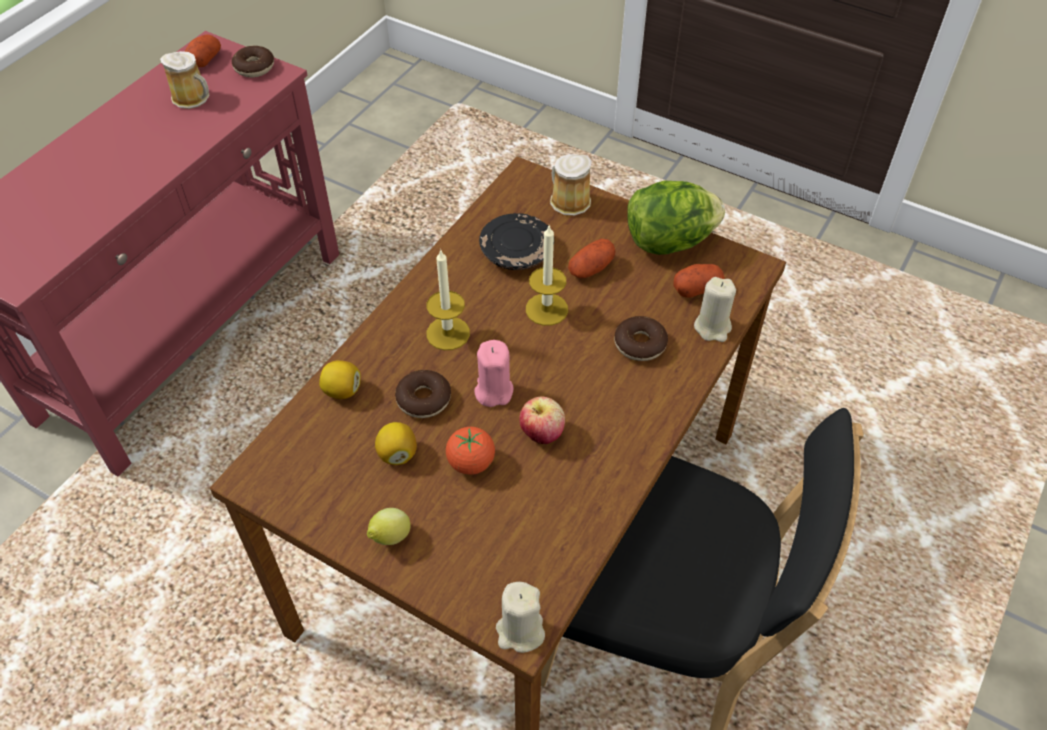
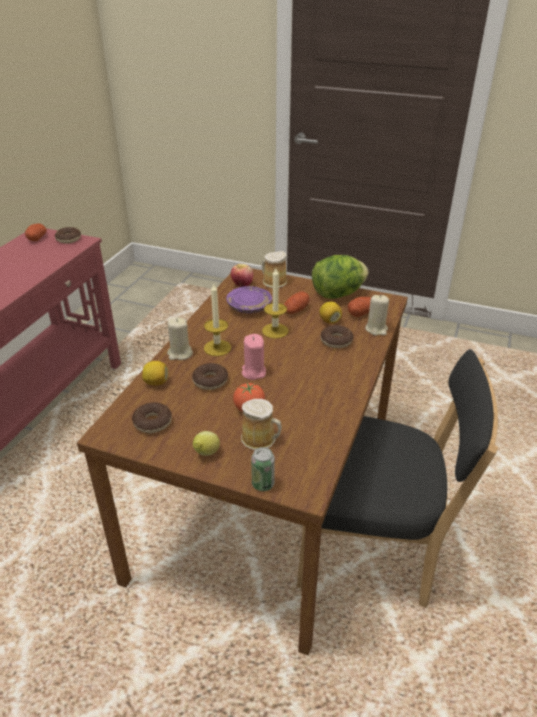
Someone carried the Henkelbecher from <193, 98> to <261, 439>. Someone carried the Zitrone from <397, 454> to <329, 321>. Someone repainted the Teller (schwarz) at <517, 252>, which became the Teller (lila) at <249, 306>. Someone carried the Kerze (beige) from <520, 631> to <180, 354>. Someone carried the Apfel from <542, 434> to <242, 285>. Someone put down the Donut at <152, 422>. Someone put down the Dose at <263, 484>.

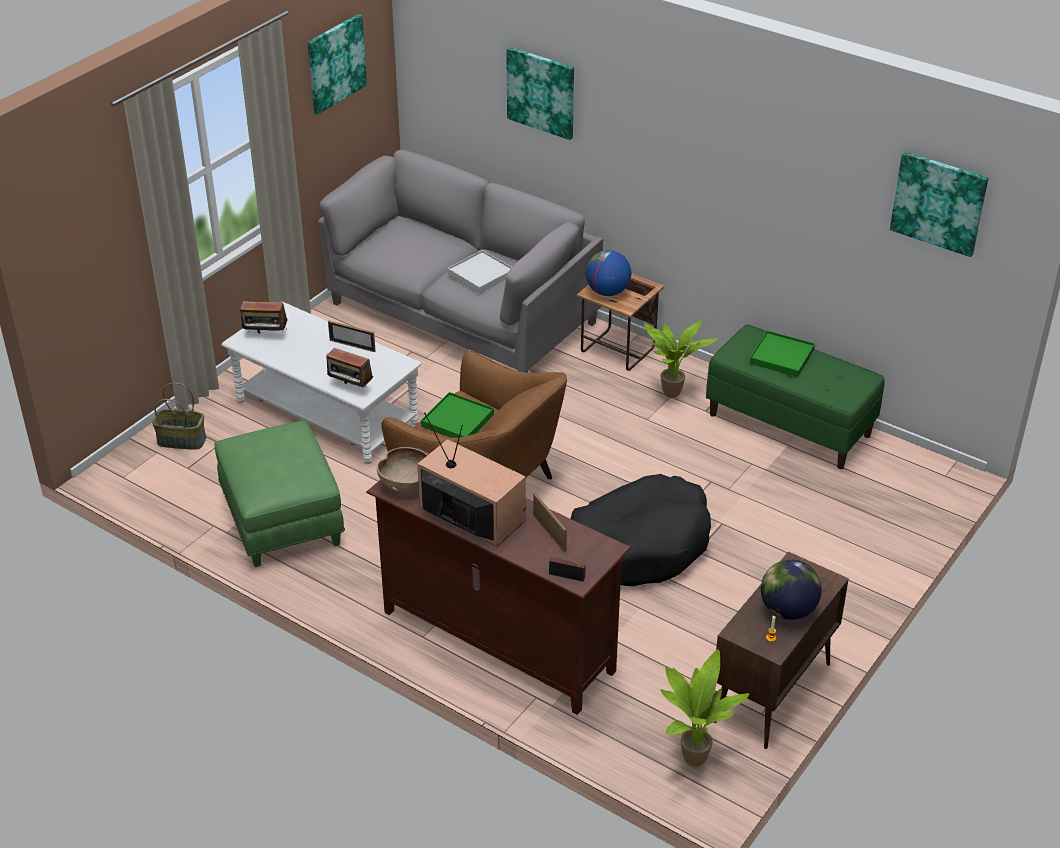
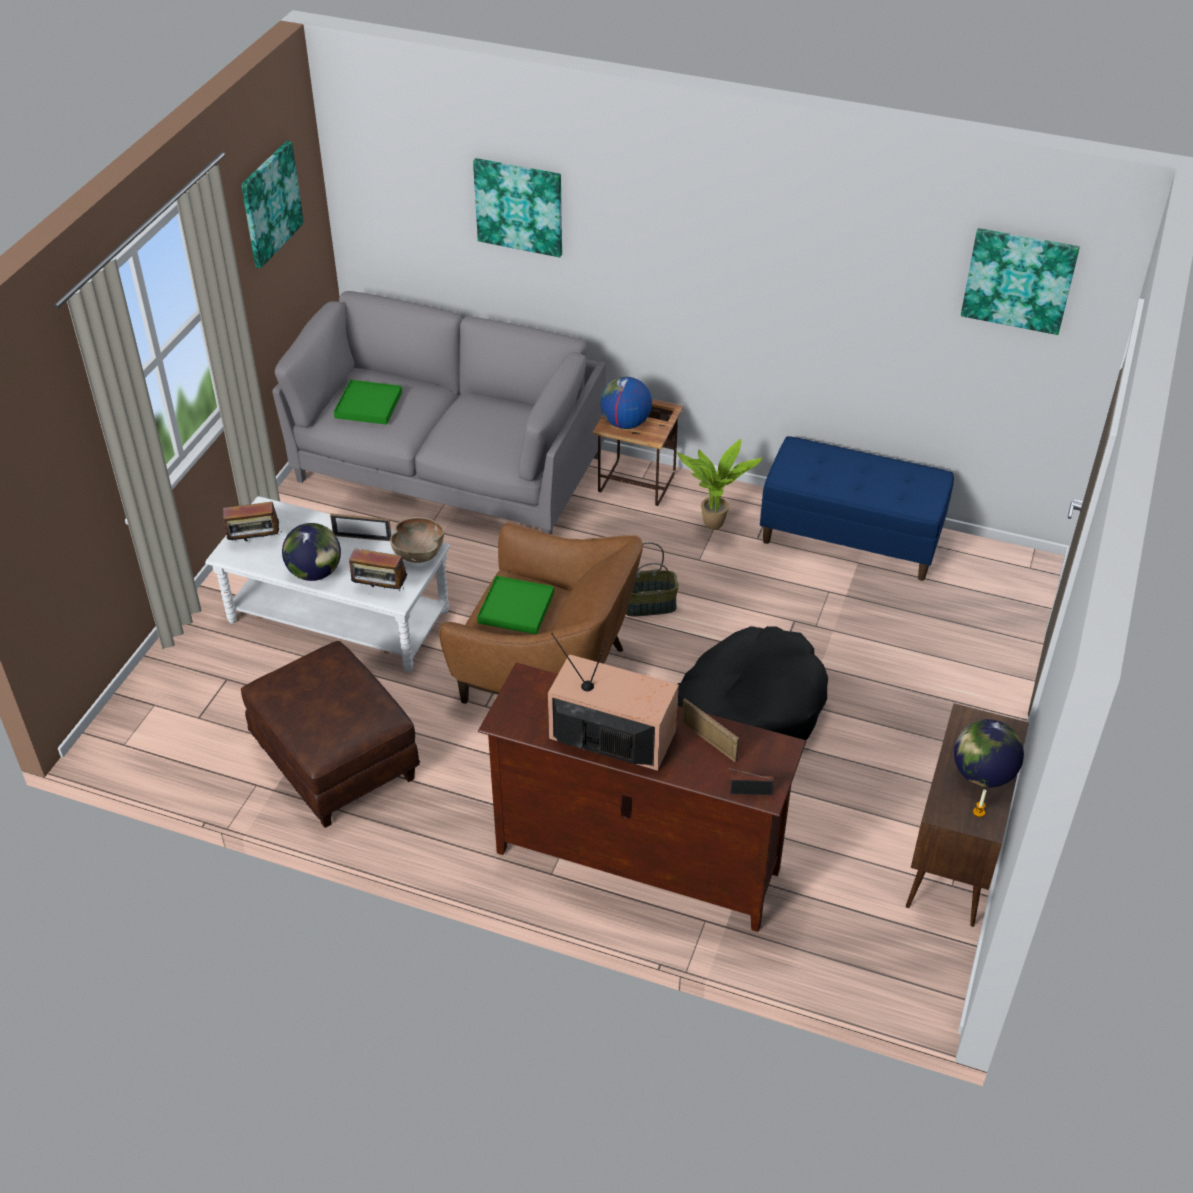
Someone carried the Korb from <182, 440> to <649, 604>. Someone repainted the Polsterhocker (grün) at <281, 519>, which became the Polsterhocker (braun) at <334, 761>. Someone carried the Schüssel (braun) from <405, 483> to <418, 553>. Someone took away the Tablett (weiß) at <480, 274>. Someone took away the Topfpflanze at <691, 757>. Someone repainted the Bank (grün) at <790, 425>, which became the Bank (blau) at <851, 538>. Someone carried the Tablett (grün) from <781, 356> to <368, 405>. Someone put down the Globus at <315, 573>.

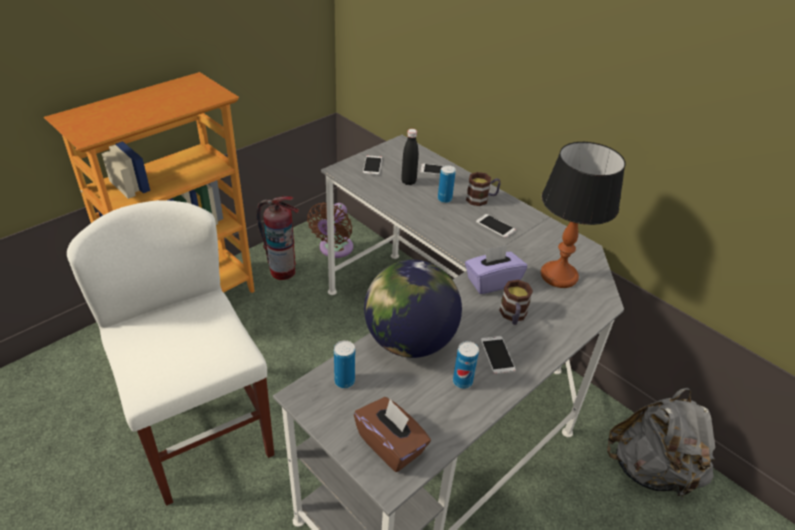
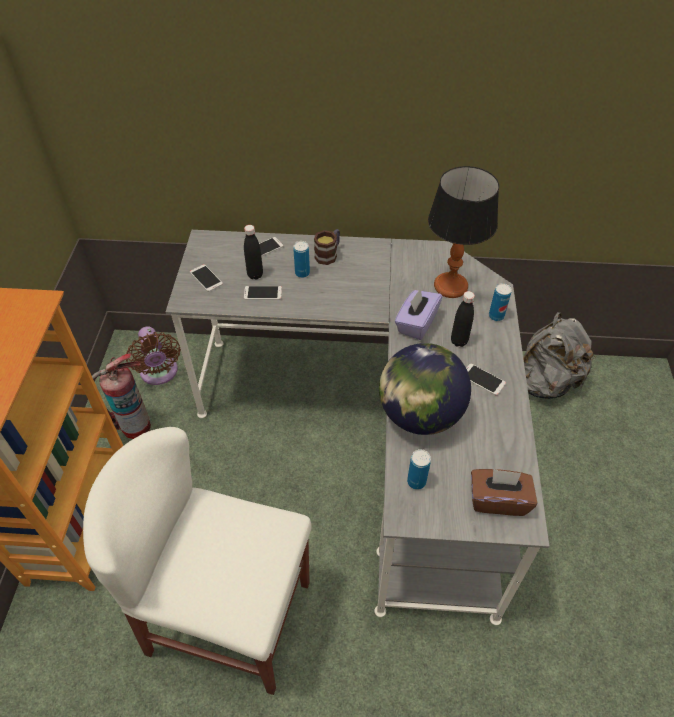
Someone carried the Dose from <462, 381> to <496, 316>. Someone carried the Handy from <495, 226> to <263, 293>. Someone swapped the Henkelbecher at <513, 316> for the Flasche (schwarz) at <459, 341>.

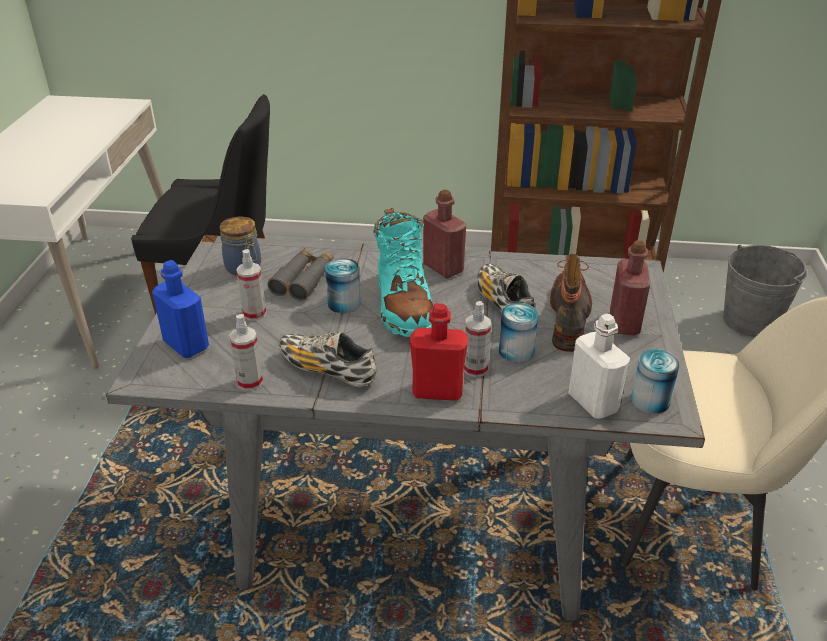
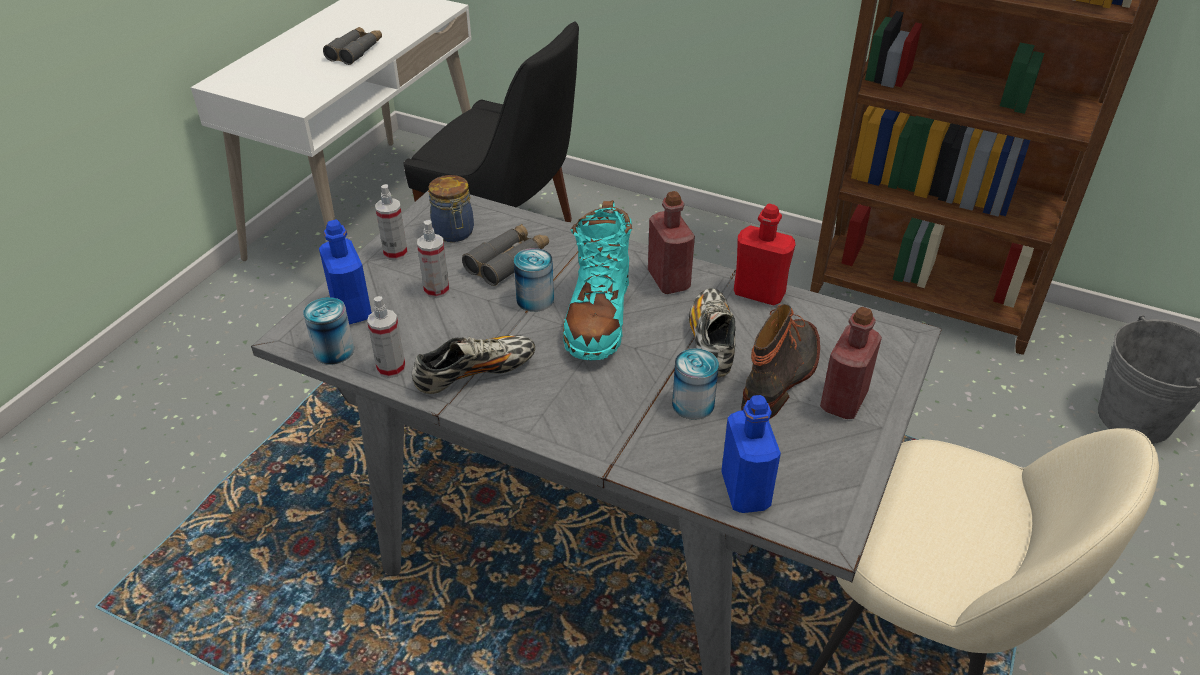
Someone rotated the Schuh at <327, 370> by 105 degrees clockwise. Someone carried the Flasche (rot) from <437, 391> to <759, 293>. Someone carried the Sprühflasche from <475, 369> to <395, 253>. Someone repainted the Flasche (weiß) at <593, 403>, which became the Flasche (blau) at <745, 491>. Someone carried the Dose from <650, 400> to <334, 351>. Someone put down the Fernglas (grau) at <355, 51>.

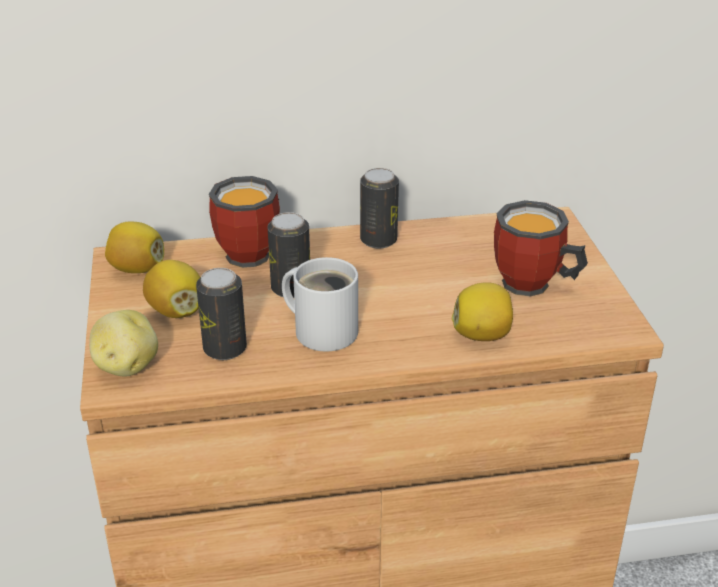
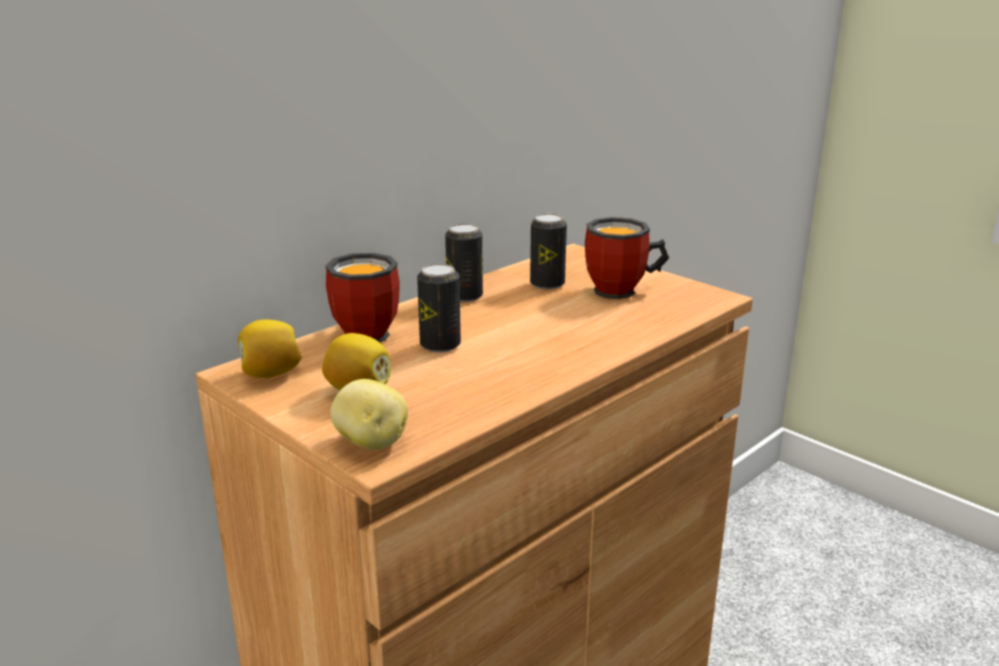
Someone carried the Dose from <225, 349> to <547, 284>. Someone took away the Henkelbecher (weiß) at <323, 329>. Someone took away the Zitrone at <482, 335>.

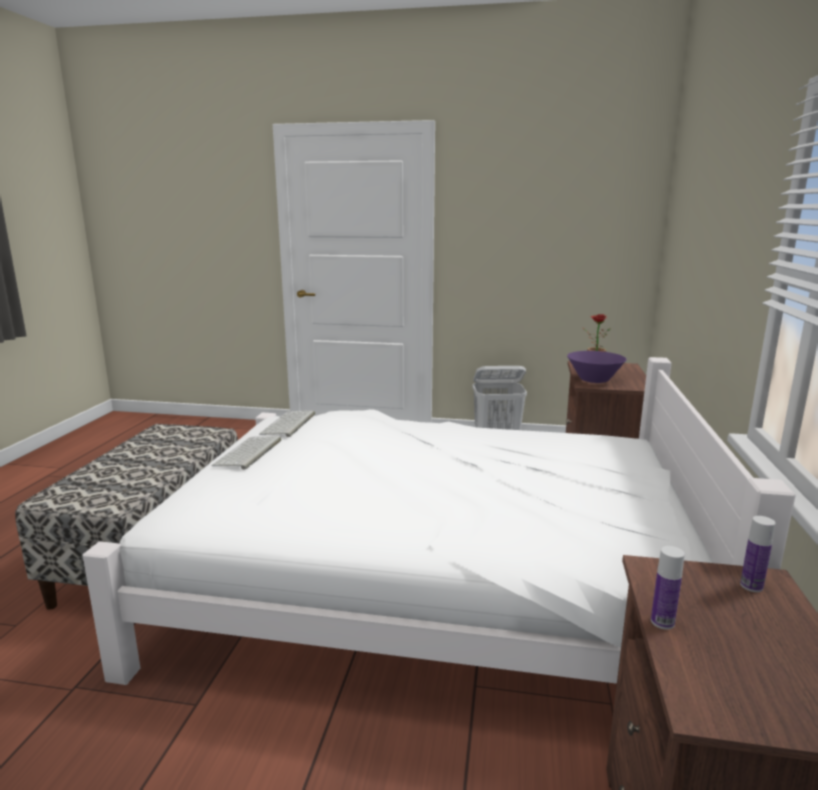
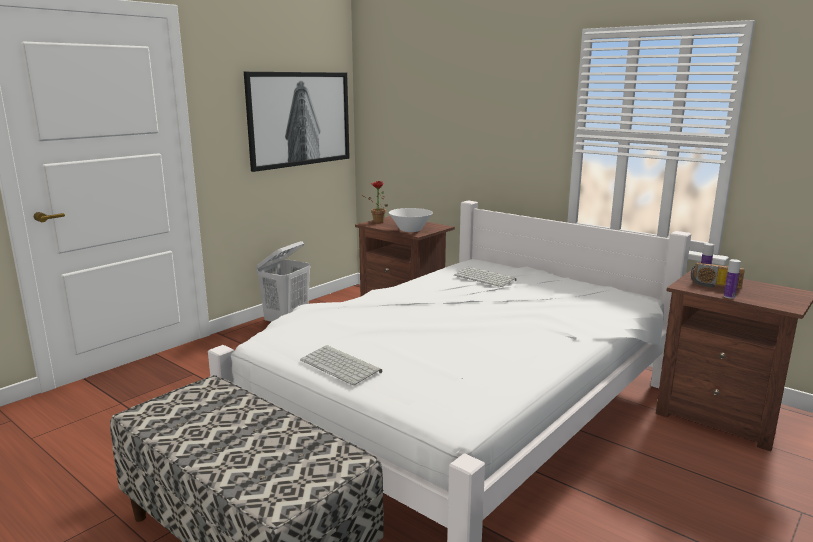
Someone carried the Tastatur from <289, 424> to <485, 278>. Someone repainted the Schüssel (lila) at <594, 380>, which became the Schüssel (weiß) at <410, 230>. Someone put up the Bild at <299, 119>. Someone put down the Radio at <714, 285>.

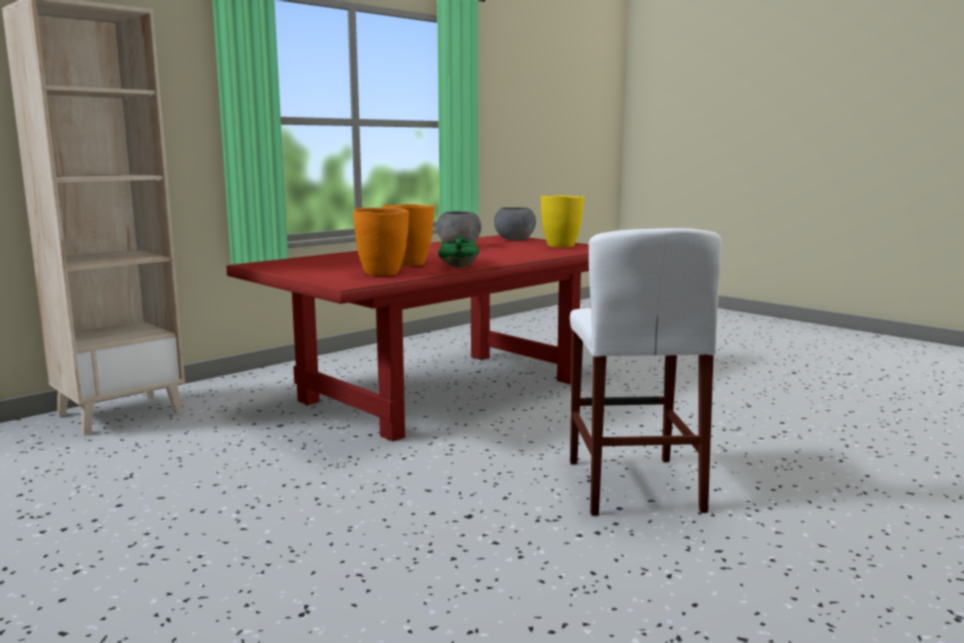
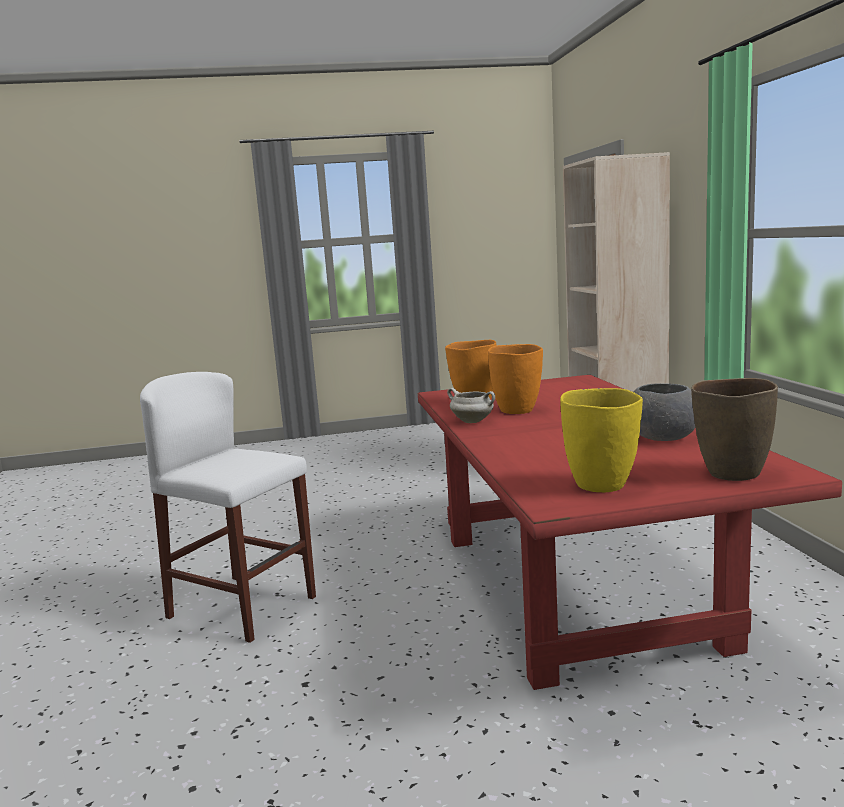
Someone repainted the Kochtopf (grün) at <458, 267>, which became the Kochtopf (weiß) at <473, 421>. Someone swapped the Schüssel (grau) at <514, 239> for the Vase (braun) at <732, 474>.

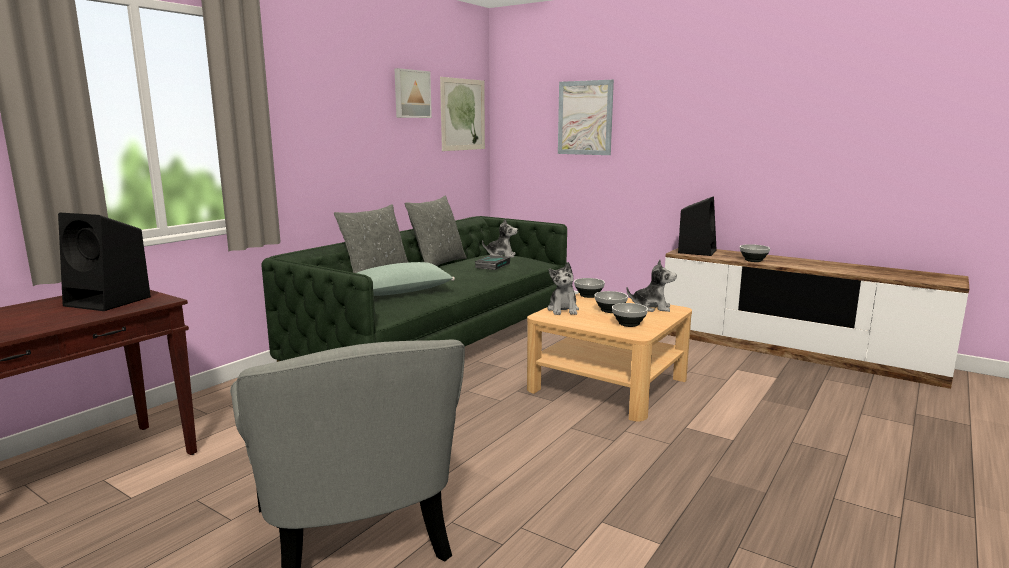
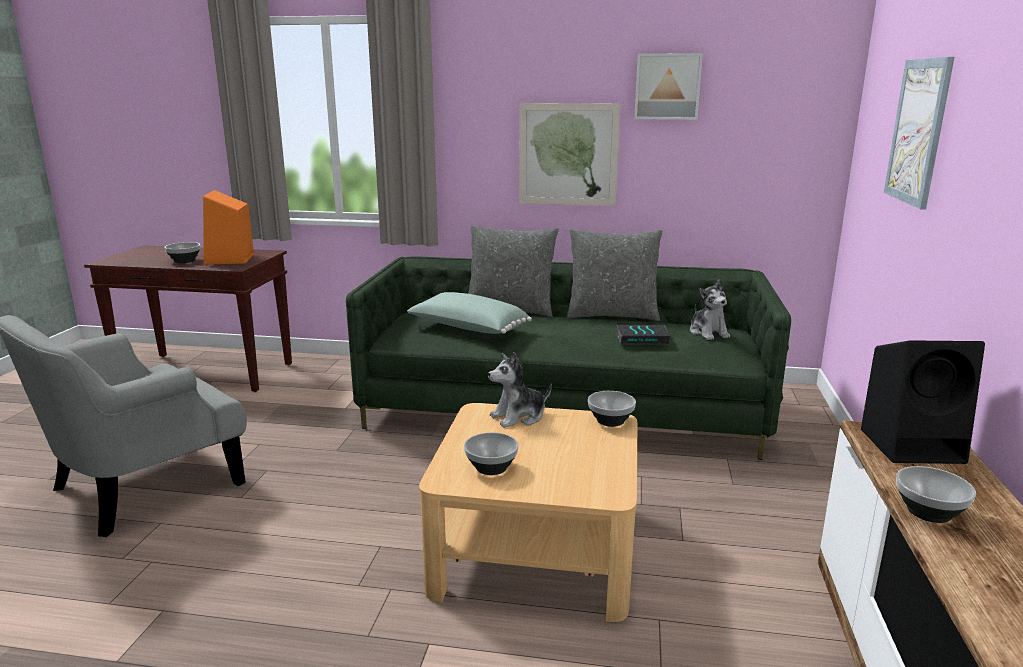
Someone repainted the Lautsprecher (schwarz) at <110, 301>, which became the Lautsprecher (orange) at <229, 259>. Someone carried the Bild from <463, 114> to <568, 154>. Someone carried the Schüssel from <610, 310> to <184, 261>. Someone took away the Plüschtier at <651, 307>.

